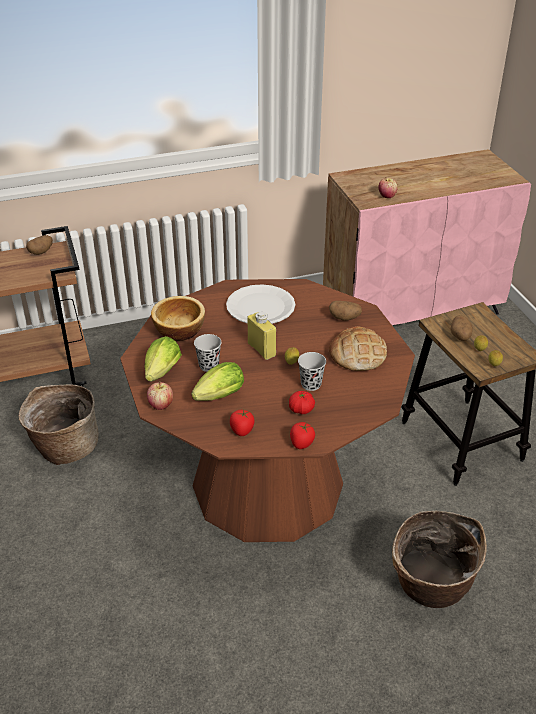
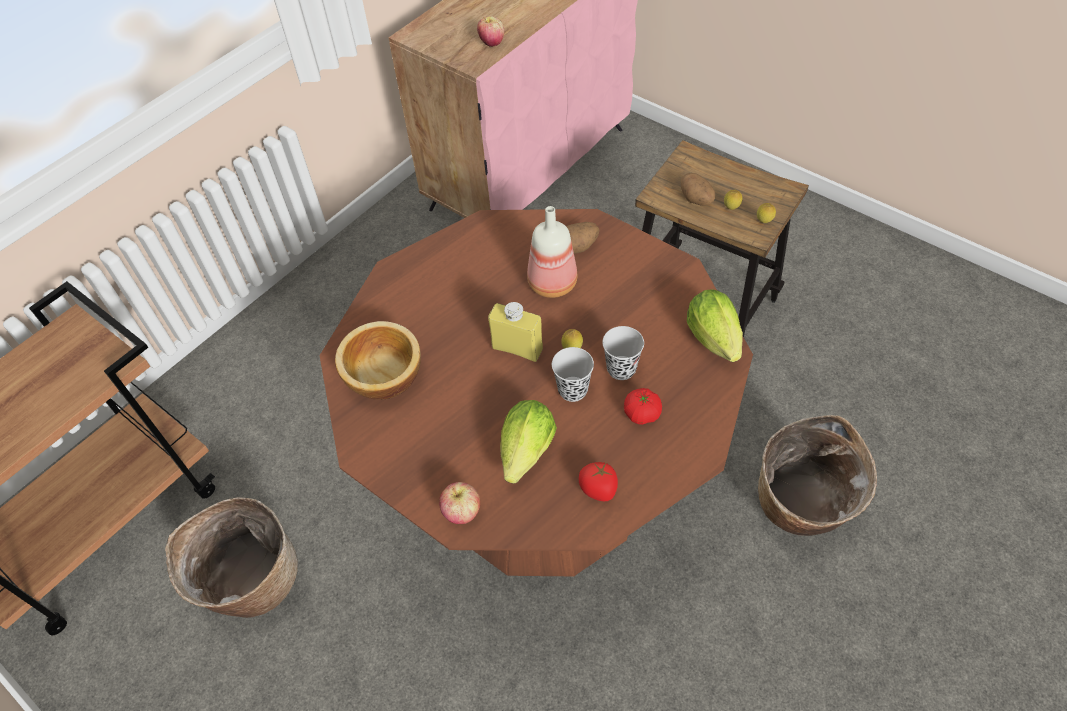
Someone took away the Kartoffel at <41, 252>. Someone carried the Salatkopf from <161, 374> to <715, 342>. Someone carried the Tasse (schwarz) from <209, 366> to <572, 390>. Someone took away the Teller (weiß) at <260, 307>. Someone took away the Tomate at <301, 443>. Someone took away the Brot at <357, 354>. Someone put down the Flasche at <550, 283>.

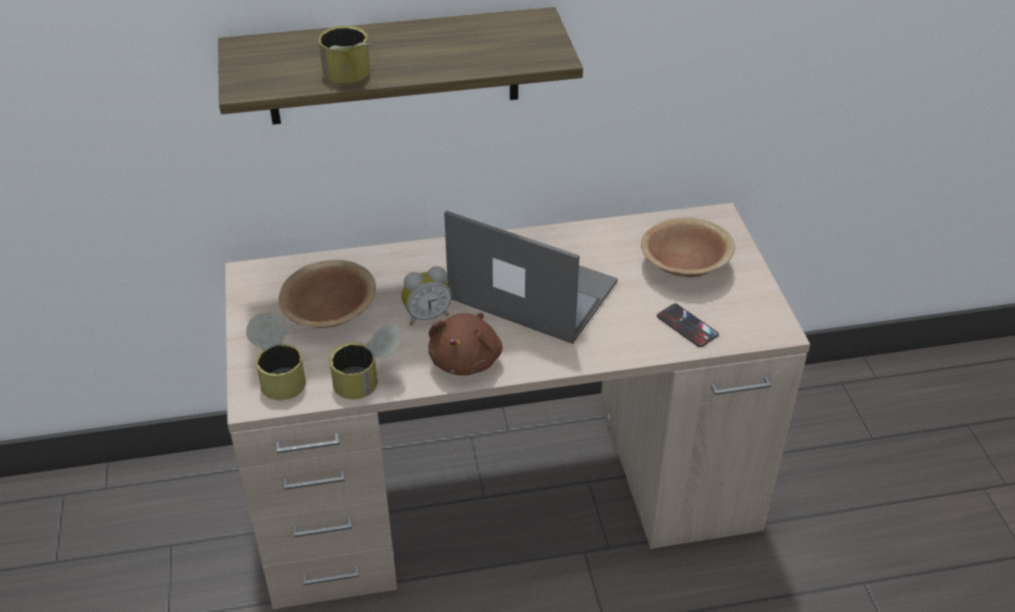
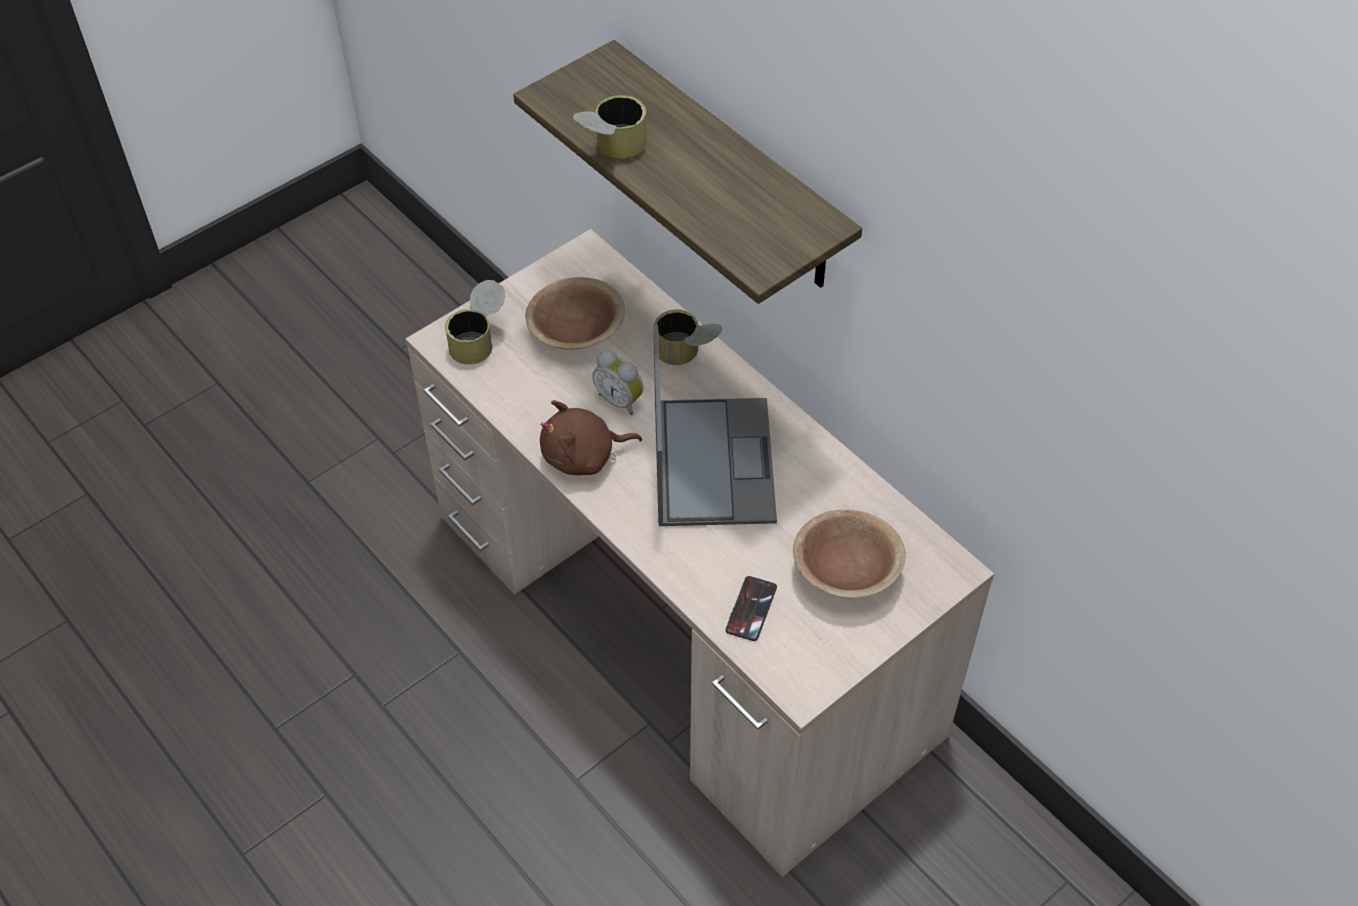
Someone carried the Dose from <369, 379> to <687, 355>.

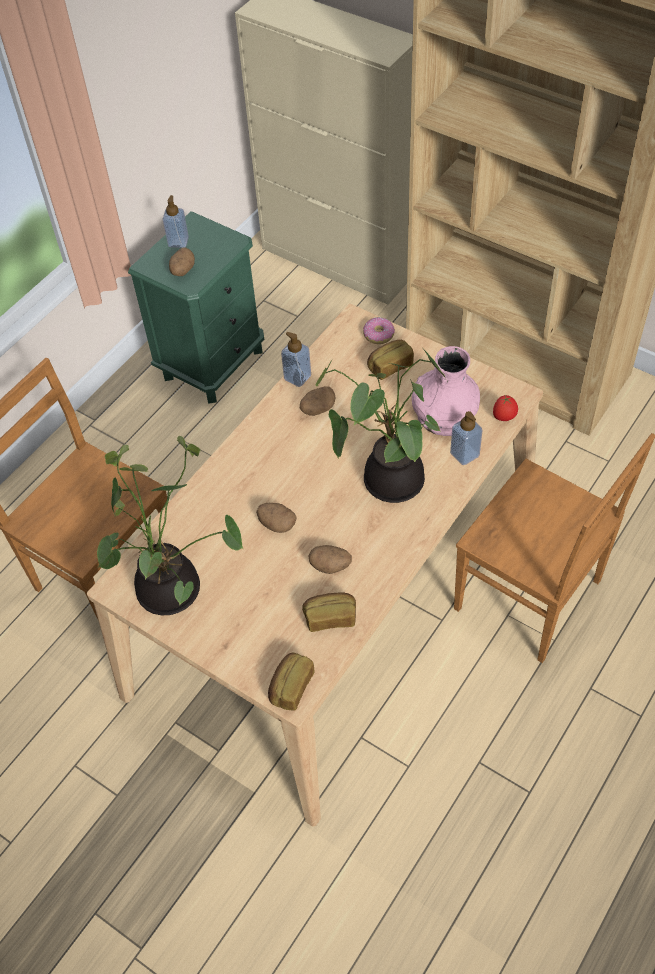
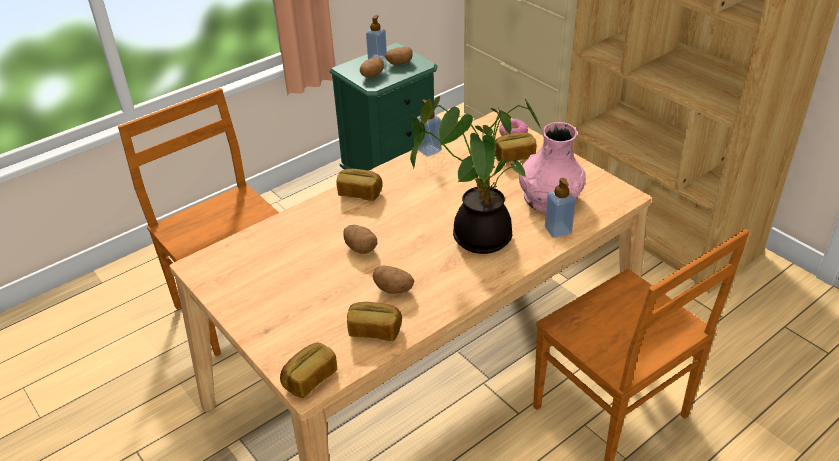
Someone took away the Topfpflanze at <175, 589>. Someone carried the Kartoffel from <317, 409> to <399, 63>. Someone took away the Tomate at <504, 417>. Someone put down the Brot at <360, 193>.

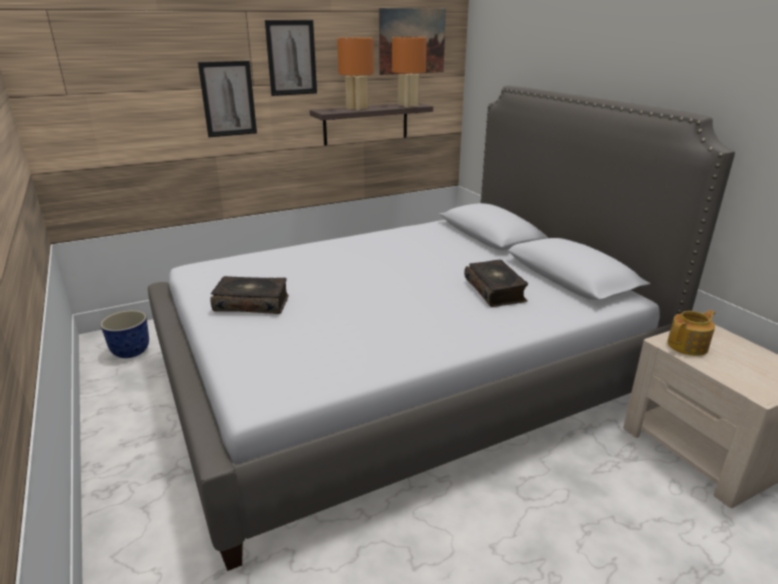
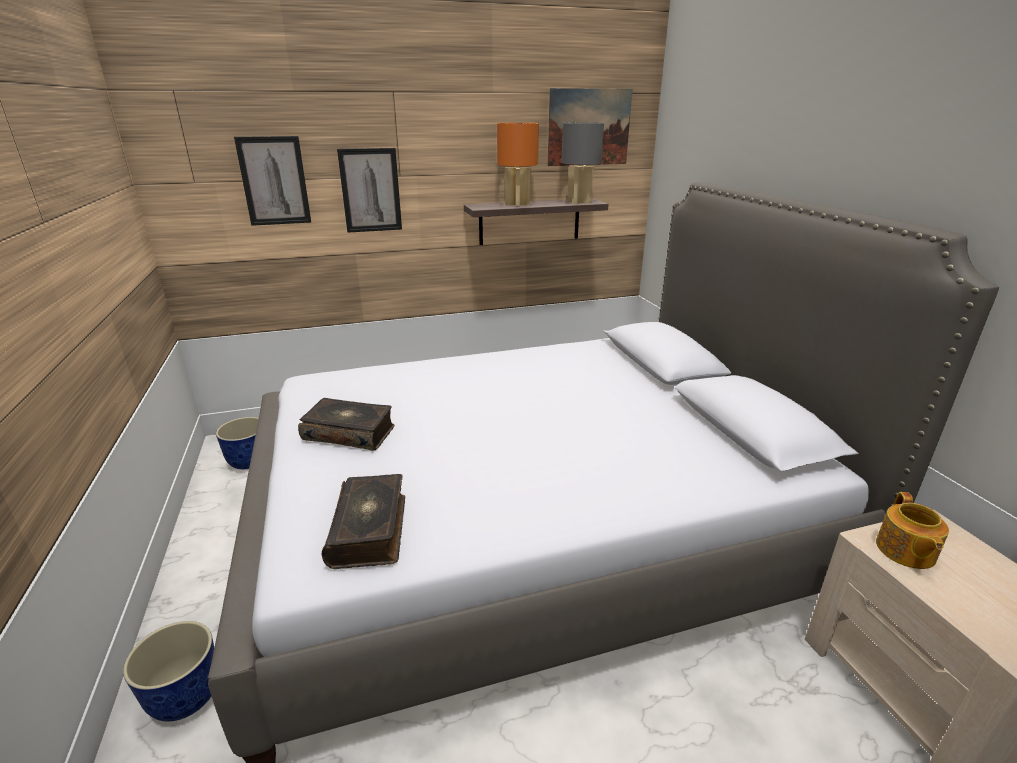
Someone carried the Bild from <291, 58> to <274, 181>. Someone repainted the Tischlampe (orange) at <408, 105>, which became the Tischlampe (grau) at <579, 202>. Someone carried the Buch from <495, 290> to <370, 530>. Someone rotated the Teekanne at <688, 346> by 120 degrees clockwise. Someone put down the Pflanzkübel at <186, 699>.

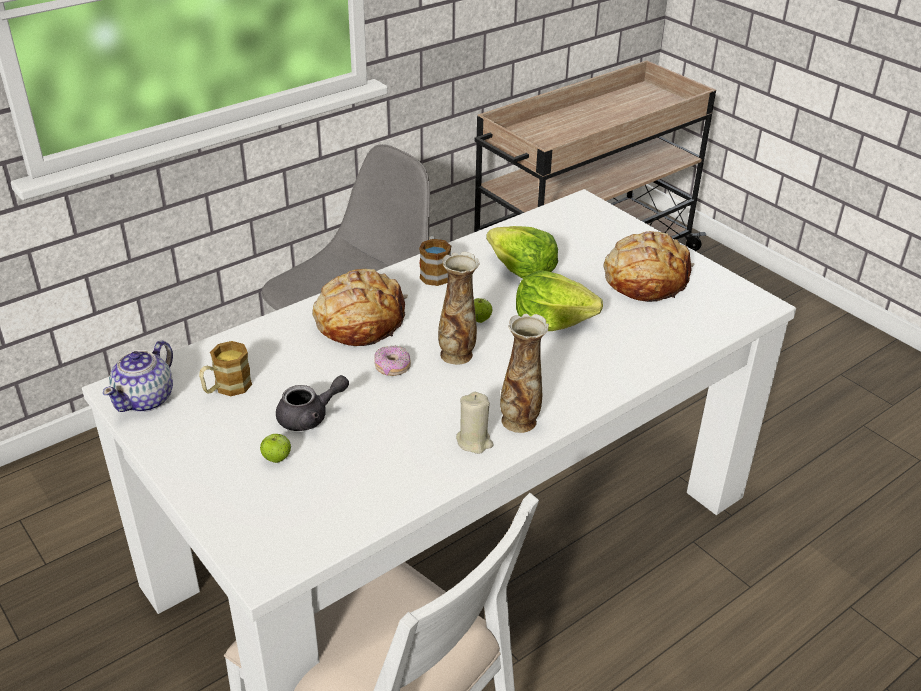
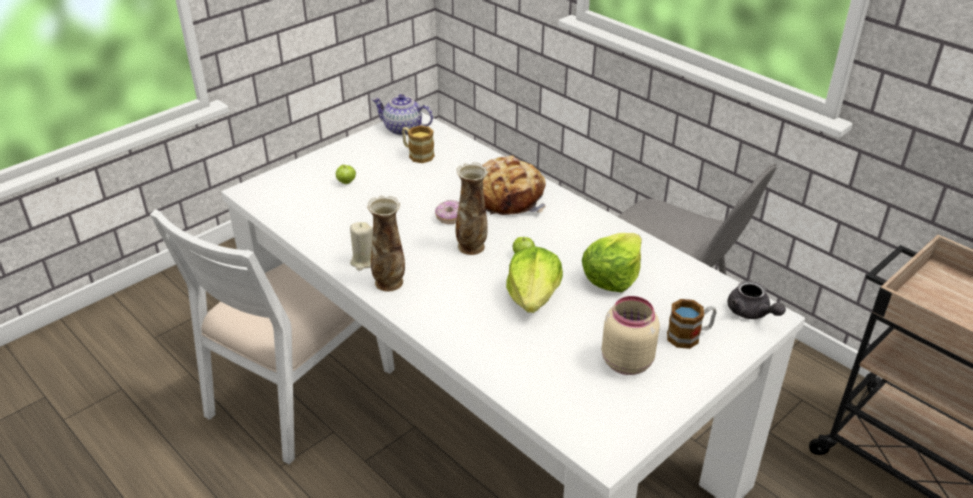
Someone carried the Teekanne (grau) from <310, 417> to <751, 313>. Someone carried the Henkelbecher from <434, 273> to <689, 336>. Someone swapped the Brot at <645, 279> for the Vorratsglas (beige) at <626, 361>.

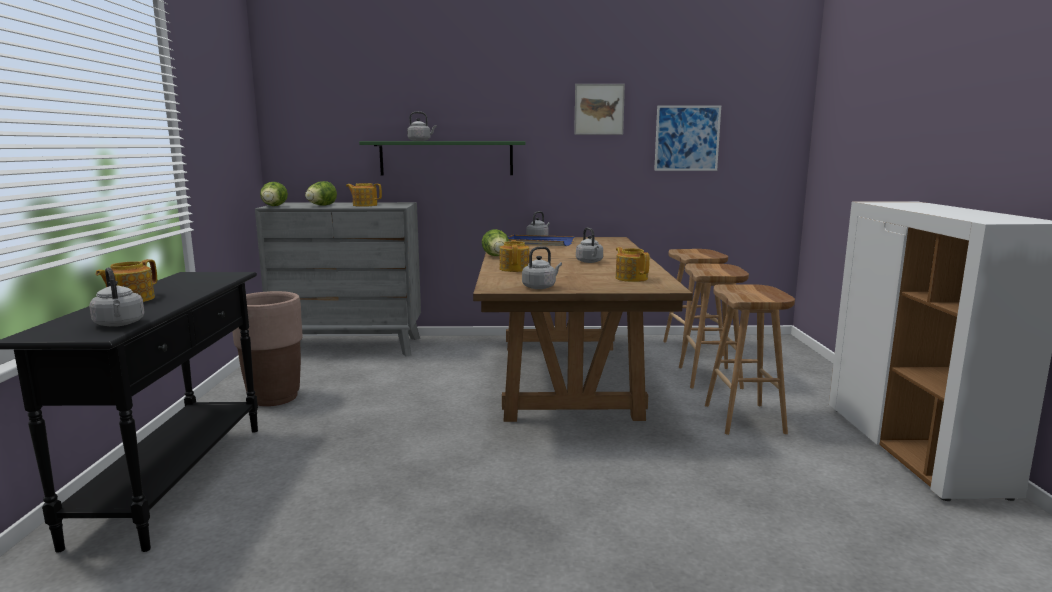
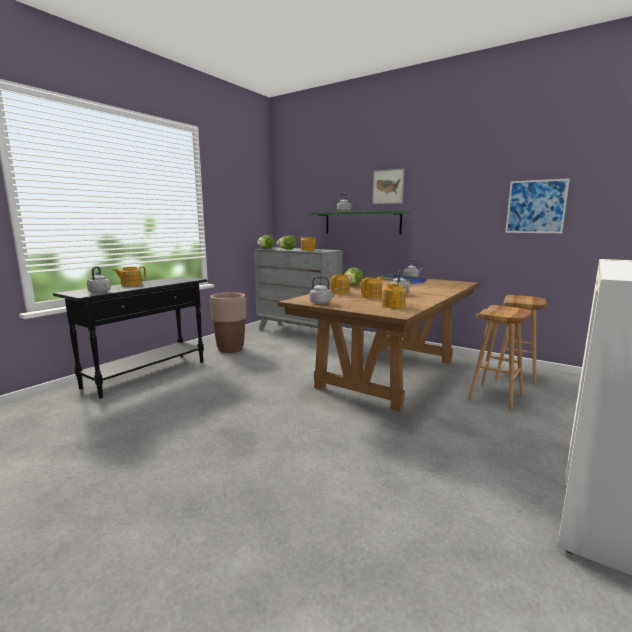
Someone carried the Bild from <599, 109> to <388, 186>. Someone took away the Hocker (braun) at <745, 419>. Someone put down the Teekanne at <371, 296>.

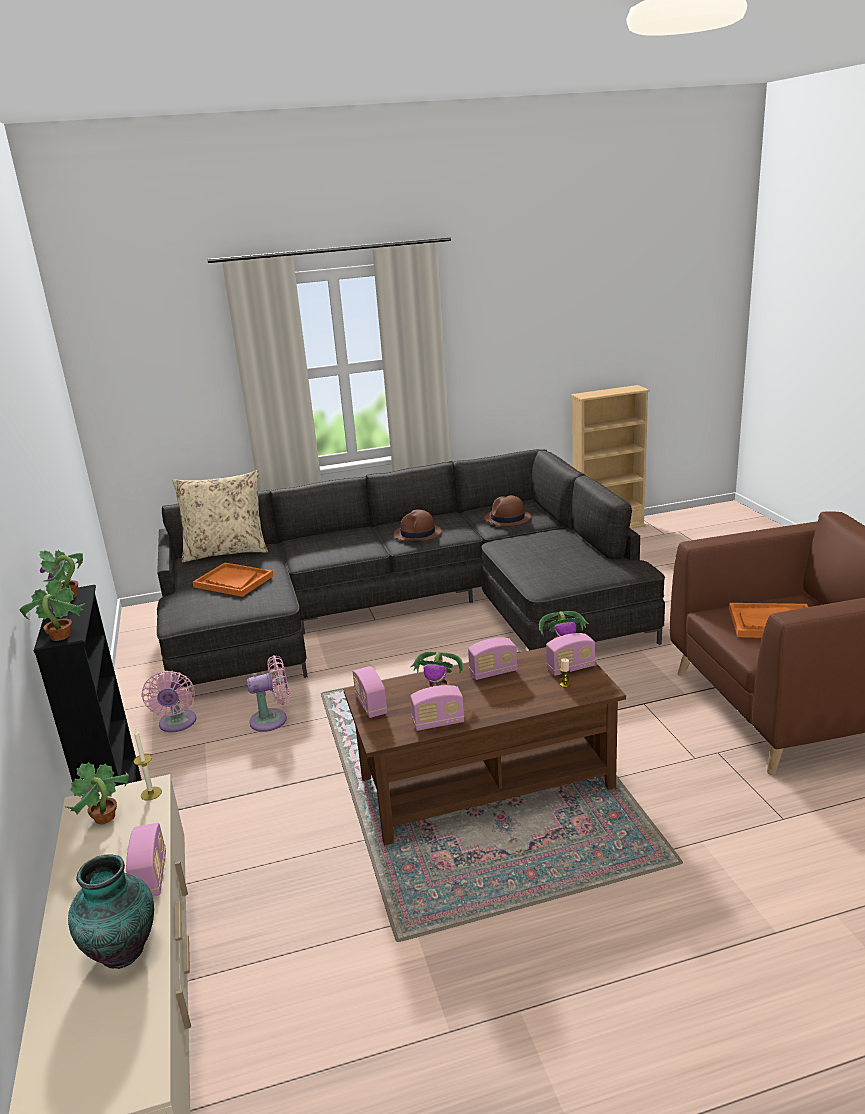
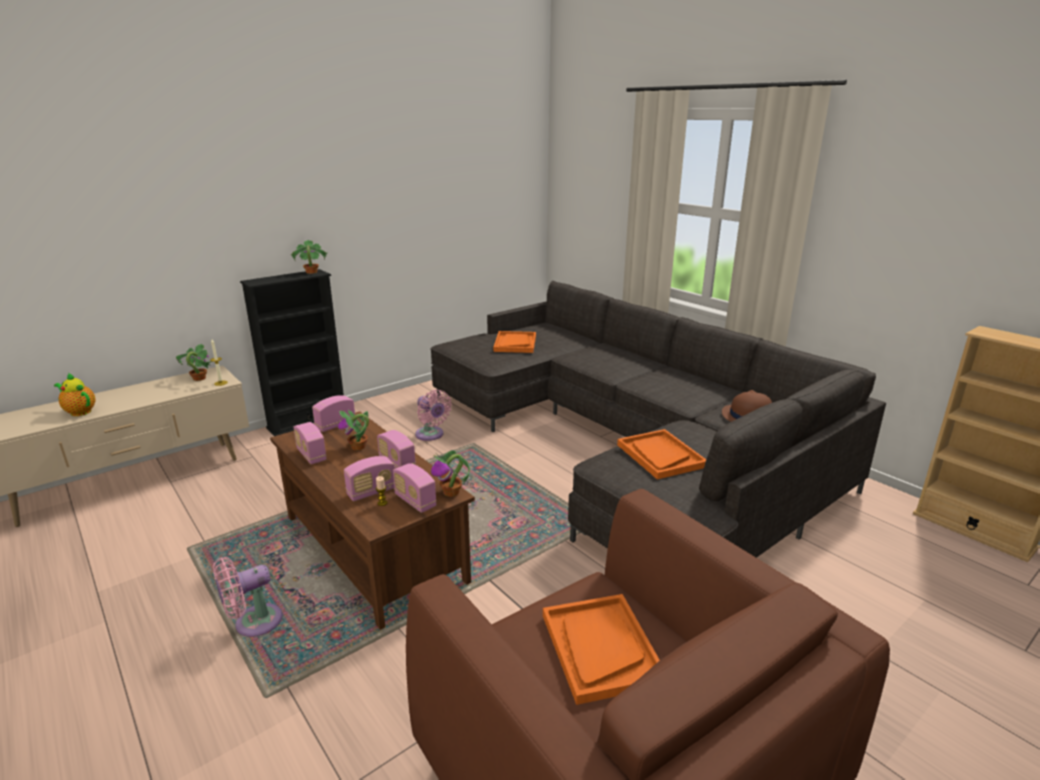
Someone took away the Topfpflanze at <60, 636>. Someone swapped the Vase at <123, 949> for the Teekanne at <79, 411>. Someone carried the Radio from <151, 876> to <371, 492>. Someone carried the Ventilator (rosa) from <177, 724> to <253, 623>. Someone took away the Kissen (beige) at <226, 551>. Someone took away the Hut (braun) at <418, 534>. Someone put down the Tablett (orange) at <660, 455>.

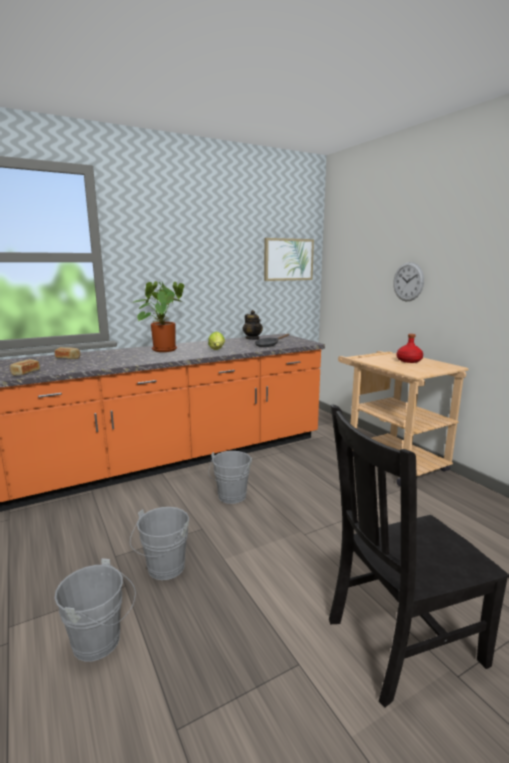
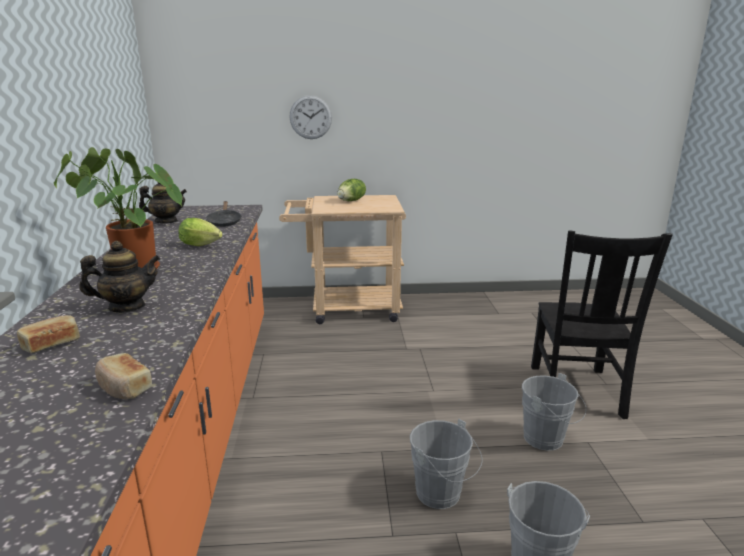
Someone carried the Eimer (grau) from <231, 498> to <547, 440>. Someone took away the Bild at <288, 259>. Someone swapped the Flasche (rot) at <409, 361> for the Salatkopf at <351, 201>. Someone put down the Teekanne at <126, 307>.

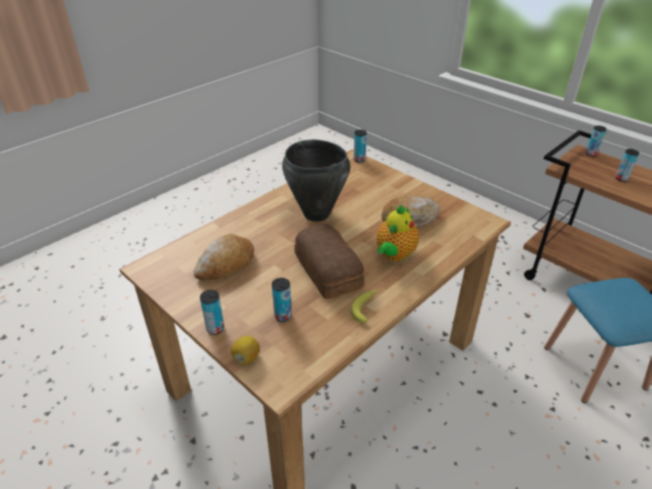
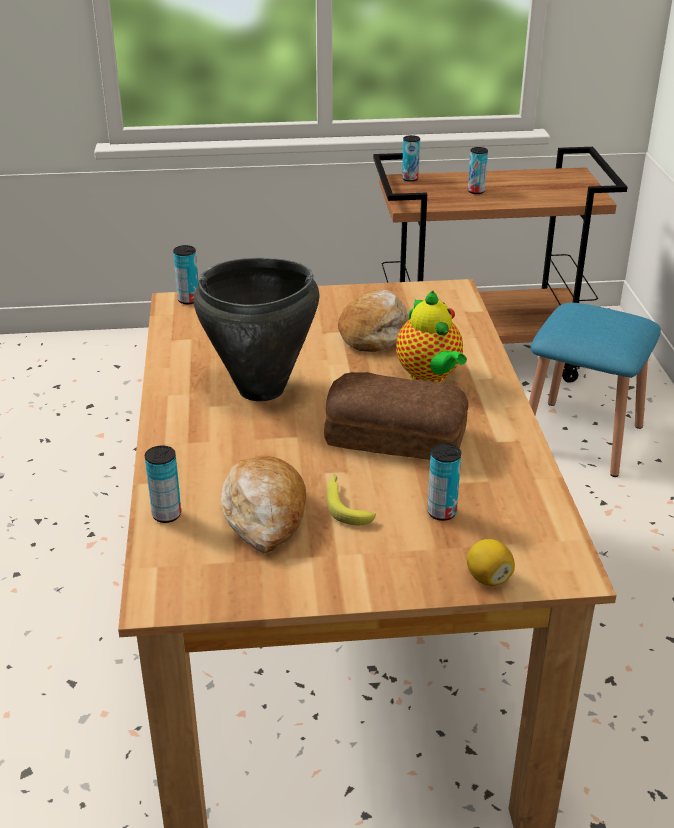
Someone carried the Dose from <215, 329> to <166, 515>. Someone carried the Banane from <366, 307> to <345, 504>.

